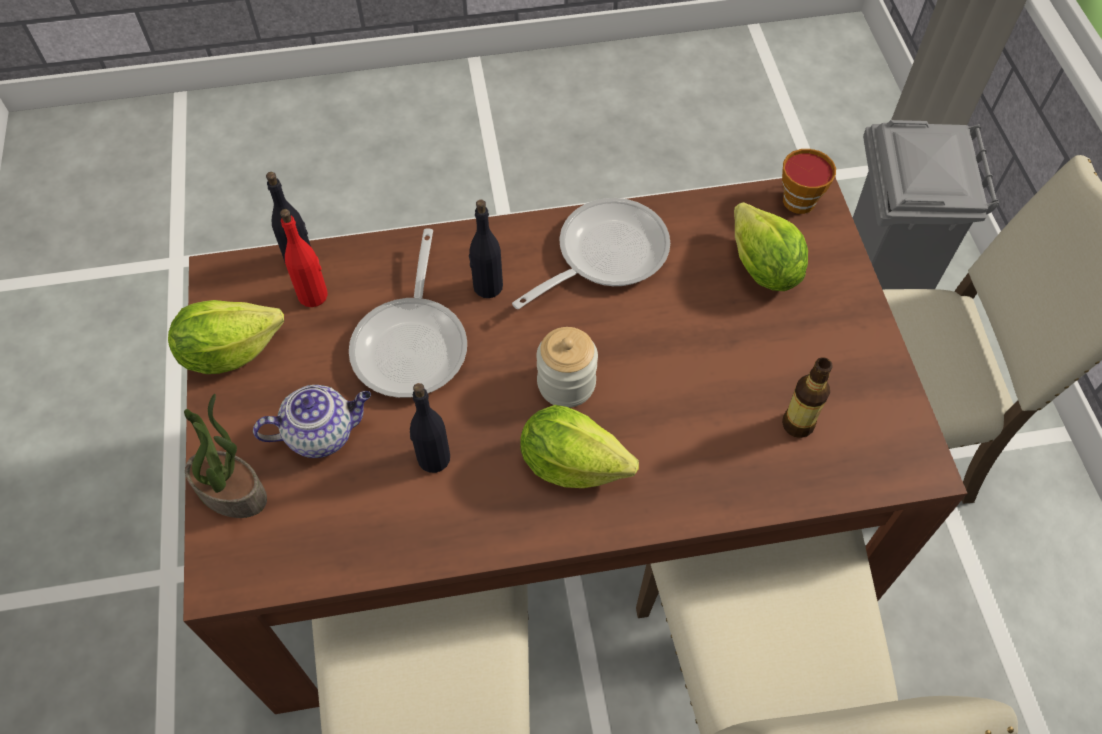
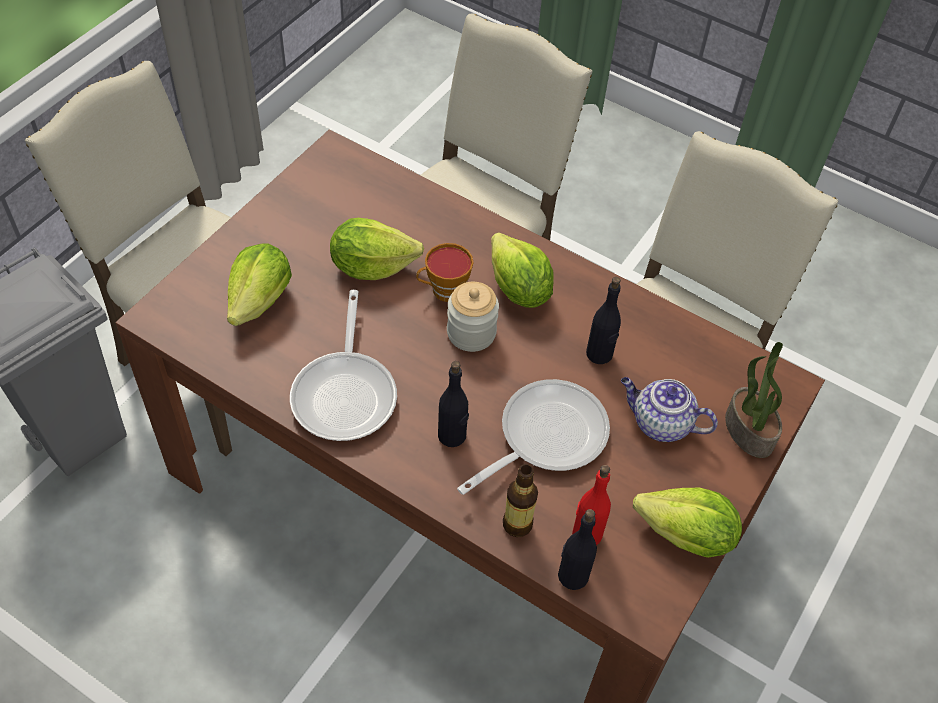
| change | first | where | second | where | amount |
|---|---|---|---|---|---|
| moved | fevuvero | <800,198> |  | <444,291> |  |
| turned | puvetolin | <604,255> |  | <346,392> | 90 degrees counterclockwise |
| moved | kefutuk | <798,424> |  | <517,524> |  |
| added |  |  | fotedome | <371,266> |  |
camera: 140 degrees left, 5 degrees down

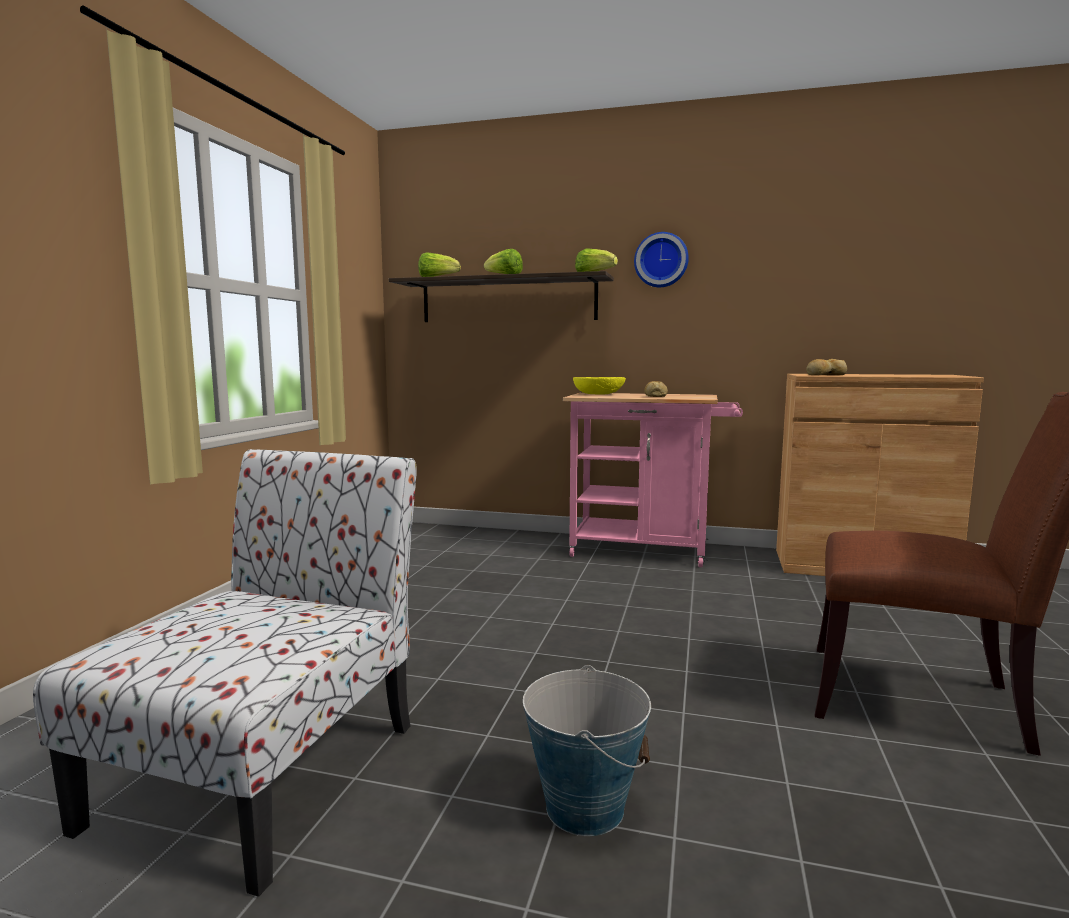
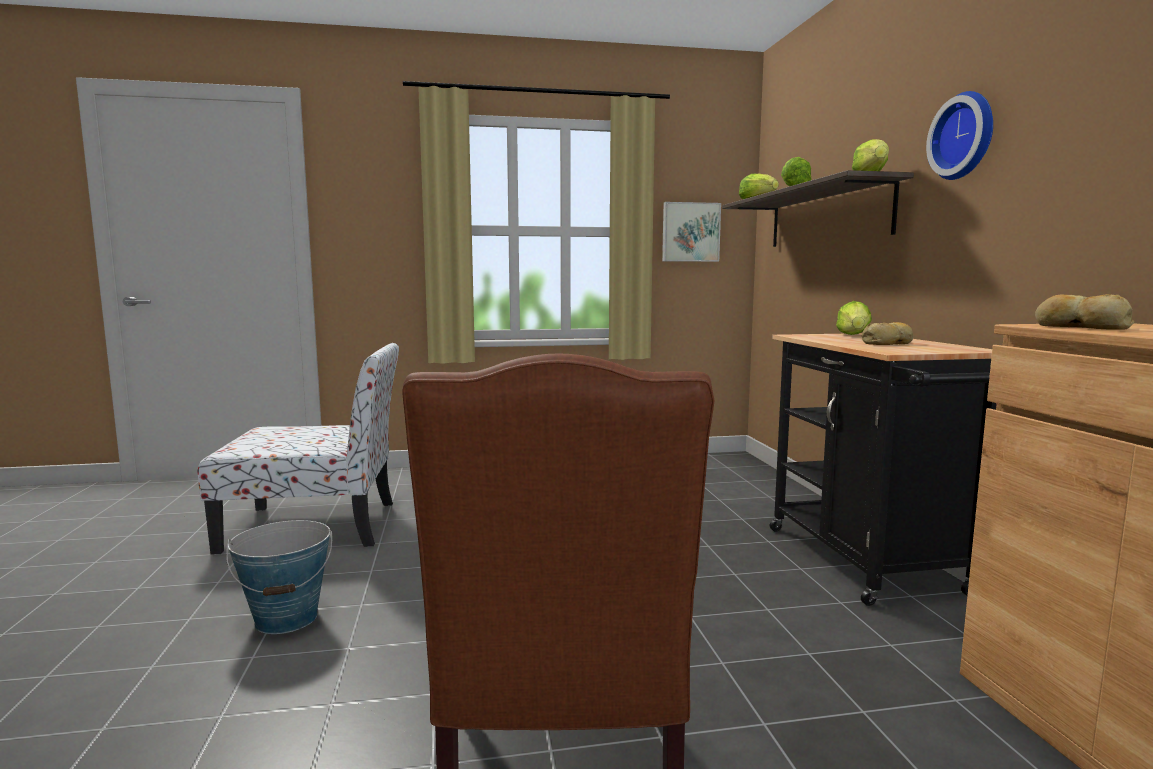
| change | first | where | second | where | amount |
|---|---|---|---|---|---|
| replaced | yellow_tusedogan | <599,394> | fotedome | <854,336> |  |
| recoloured | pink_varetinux | <649,551> | black_varetinux | <872,565> |  |
| added |  |  | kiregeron | <690,232> |  |
camera: 65 degrees right, 0 degrees up

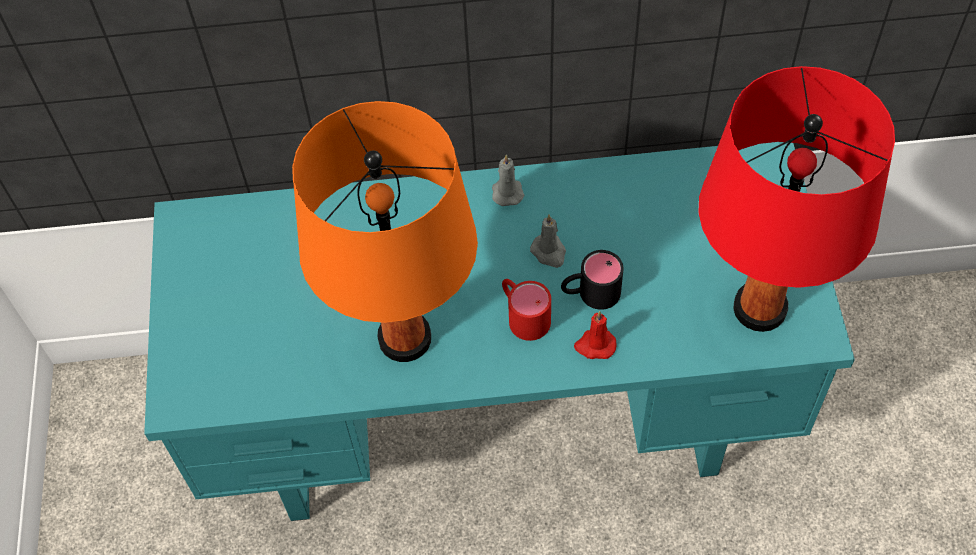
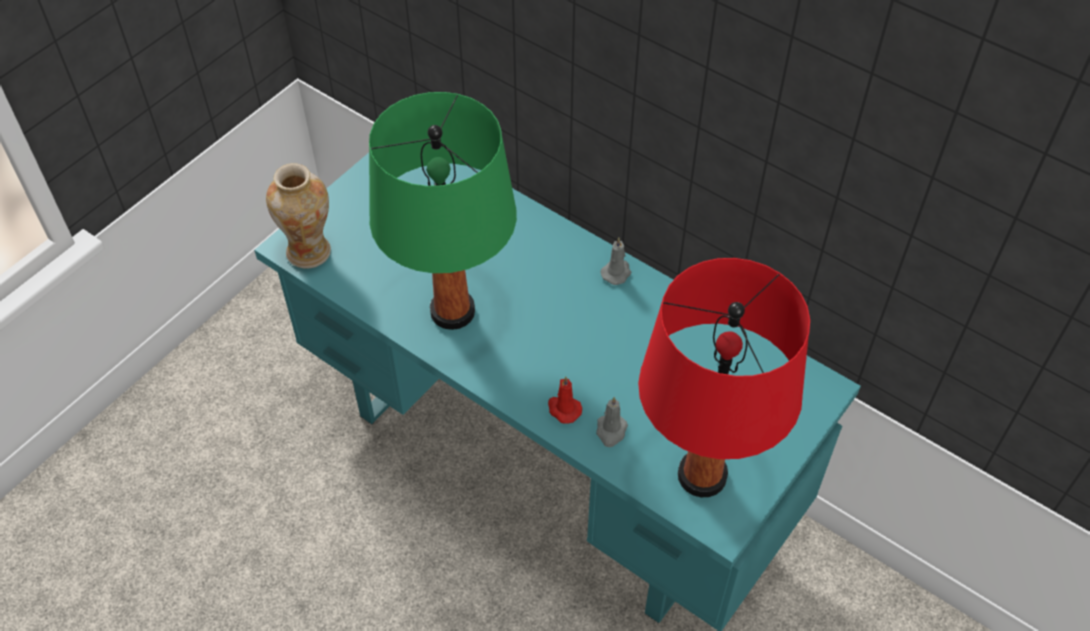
| change | first | where | second | where | amount |
|---|---|---|---|---|---|
| recoloured | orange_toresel | <405,339> | green_toresel | <453,312> |  |
| moved | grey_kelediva | <549,252> |  | <611,431> |  |
| removed | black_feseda | <590,293> |  |  |  |
| removed | red_feseda | <523,315> |  |  |  |
| added |  |  | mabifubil | <309,252> |  |
camera: 40 degrees right, 5 degrees down

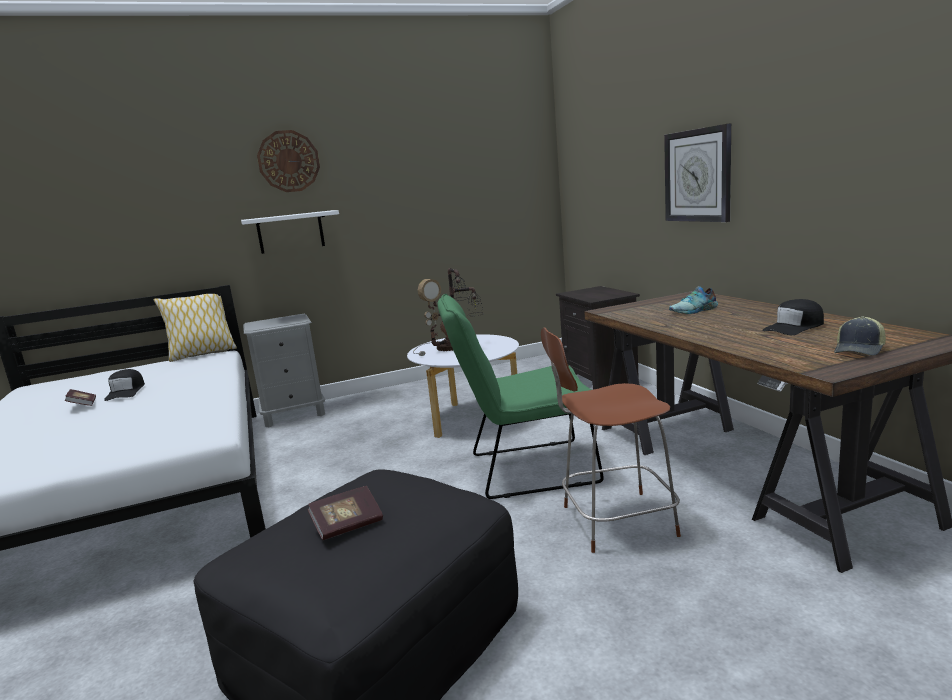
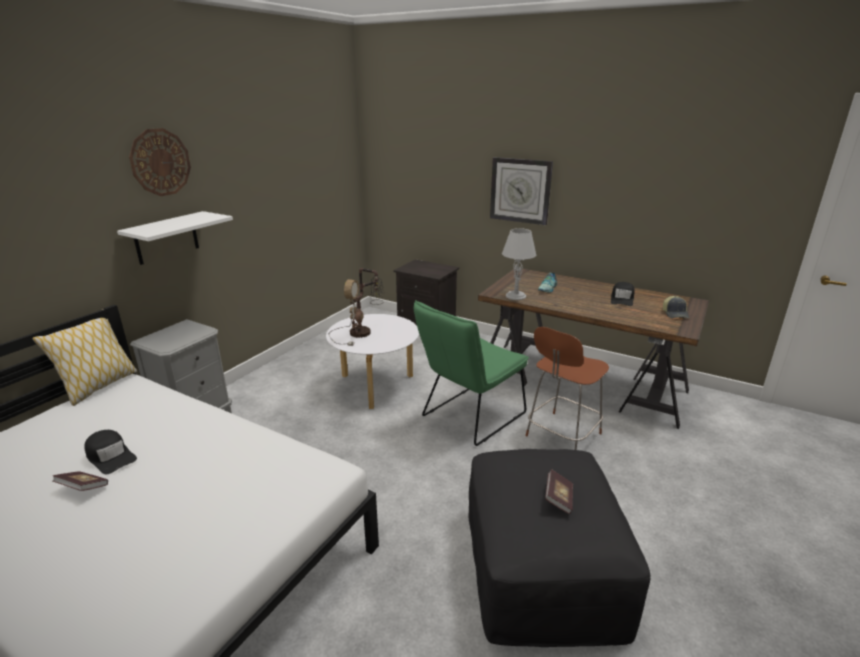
| change | first | where | second | where | amount |
|---|---|---|---|---|---|
| added |  |  | grey_toresel | <516,296> |  |
camera: 40 degrees left, 10 degrees up

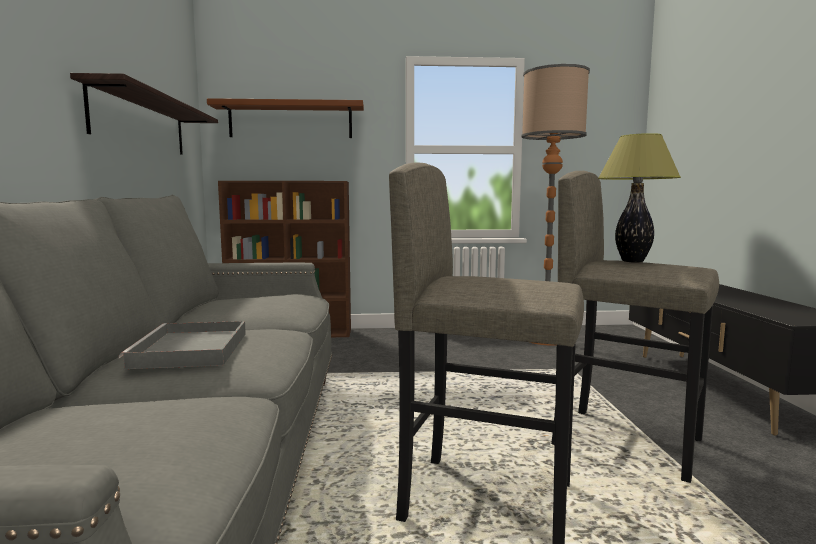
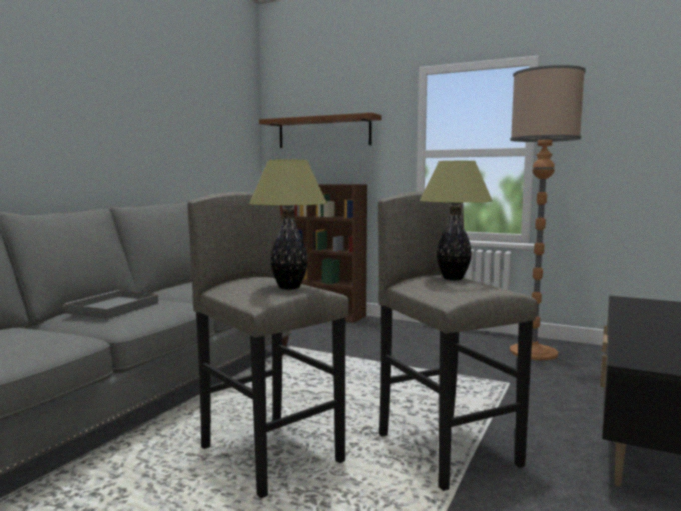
| change | first | where | second | where | amount |
|---|---|---|---|---|---|
| removed | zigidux | <141,123> |  |  |  |
| added |  |  | toresel | <289,287> |  |
camera: 30 degrees right, 0 degrees up

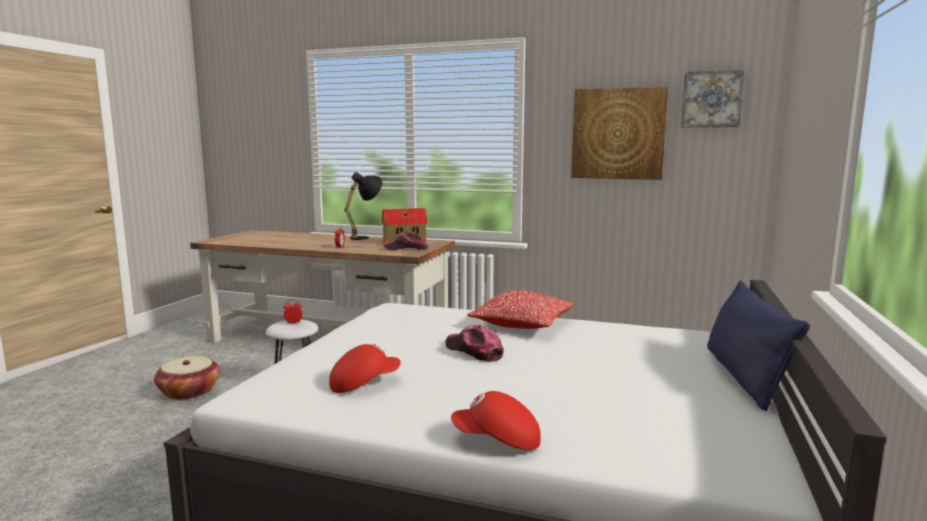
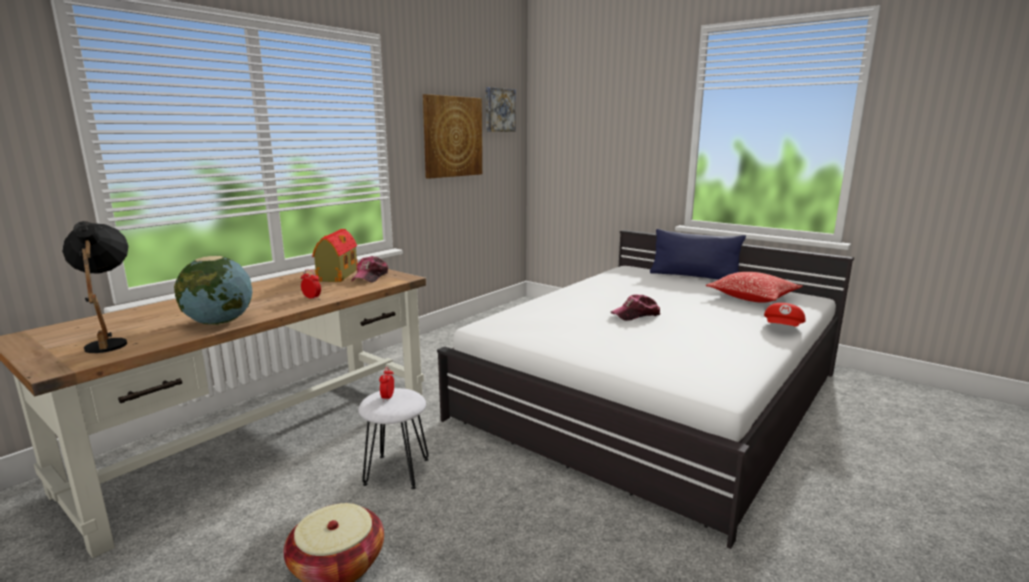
| change | first | where | second | where | amount |
|---|---|---|---|---|---|
| moved | black_toresel | <365,237> |  | <110,341> |  |
| moved | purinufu | <522,324> |  | <752,297> |  |
| removed | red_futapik | <364,383> |  |  |  |
| added |  |  | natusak | <219,322> |  |
camera: 70 degrees left, 5 degrees up

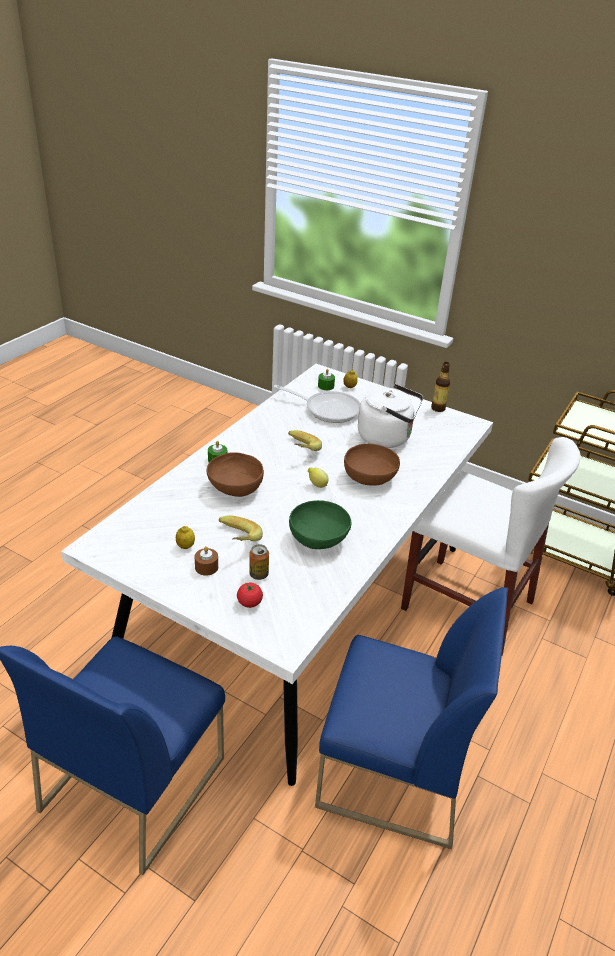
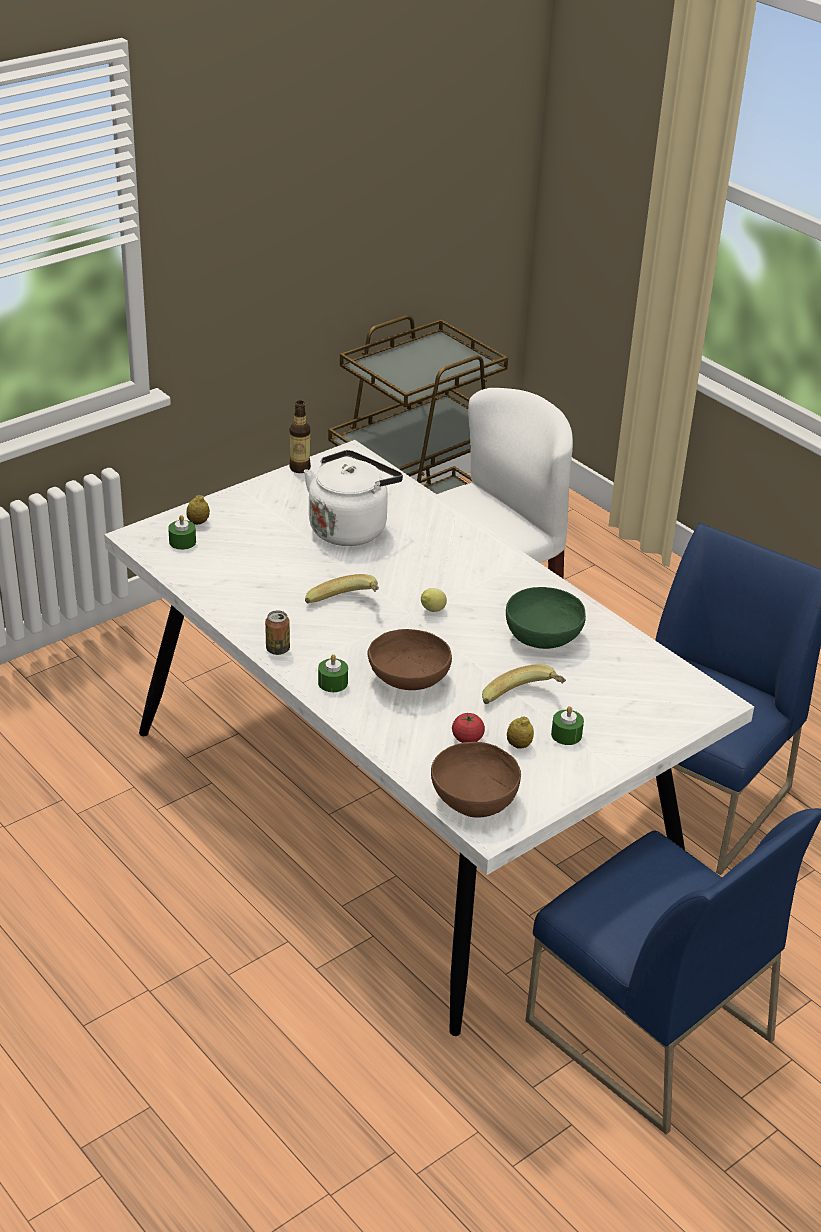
| change | first | where | second | where | amount |
|---|---|---|---|---|---|
| removed | puvetolin | <328,409> |  |  |  |
| moved | brown_tusedogan | <370,477> |  | <473,799> |  |
| moved | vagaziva | <258,574> |  | <277,649> |  |
| recoloured | brown_kelediva | <206,567> | green_kelediva | <566,735> |  |
| moved | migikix | <249,602> |  | <467,738> |  |
camera: 70 degrees left, 0 degrees up

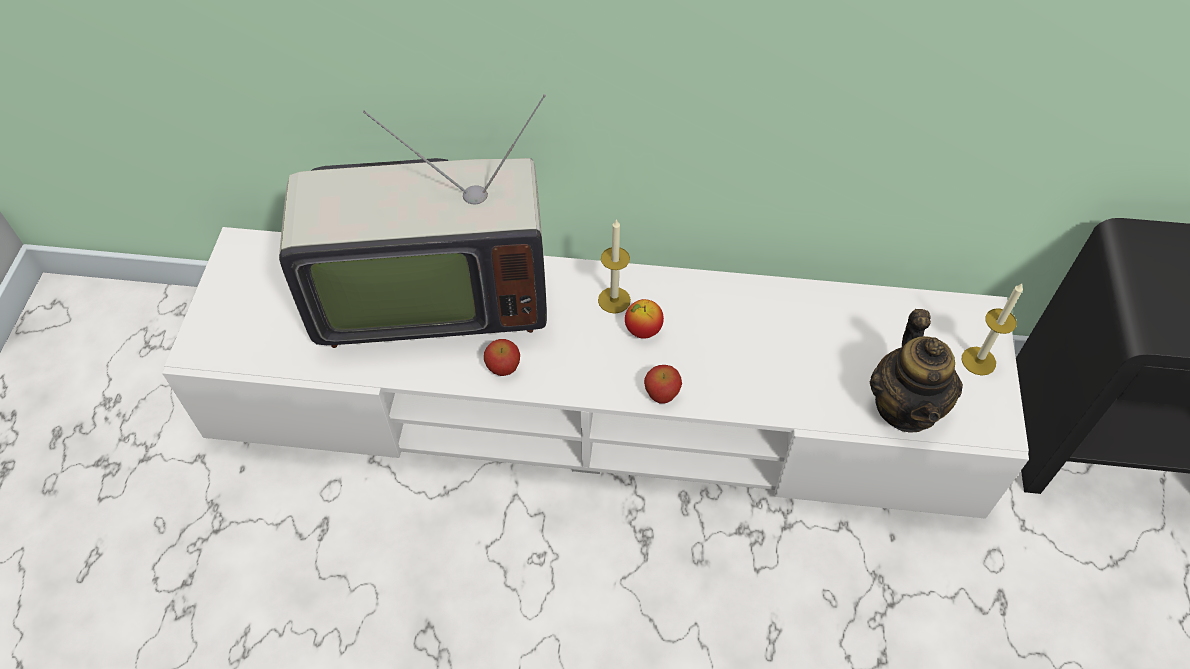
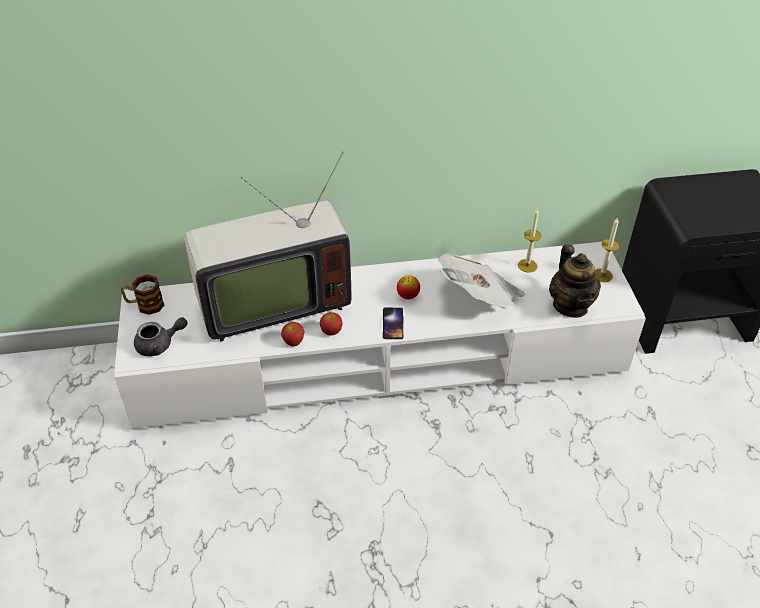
| change | first | where | second | where | amount |
|---|---|---|---|---|---|
| moved | kelediva | <614,300> |  | <527,265> |  |
| moved | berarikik | <662,393> |  | <293,341> |  |
| added |  |  | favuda | <480,298> |  |
| added |  |  | feseda | <145,305> |  |
| added |  |  | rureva | <393,323> |  |
| added |  |  | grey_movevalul | <160,345> |  |
camera: 15 degrees left, 10 degrees down

